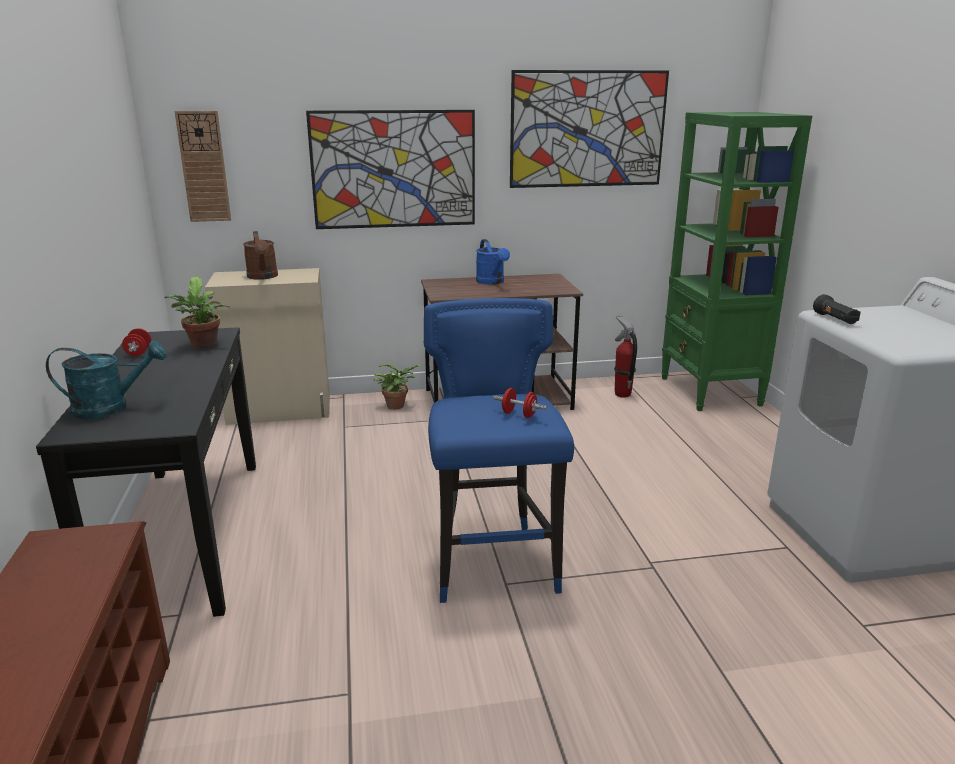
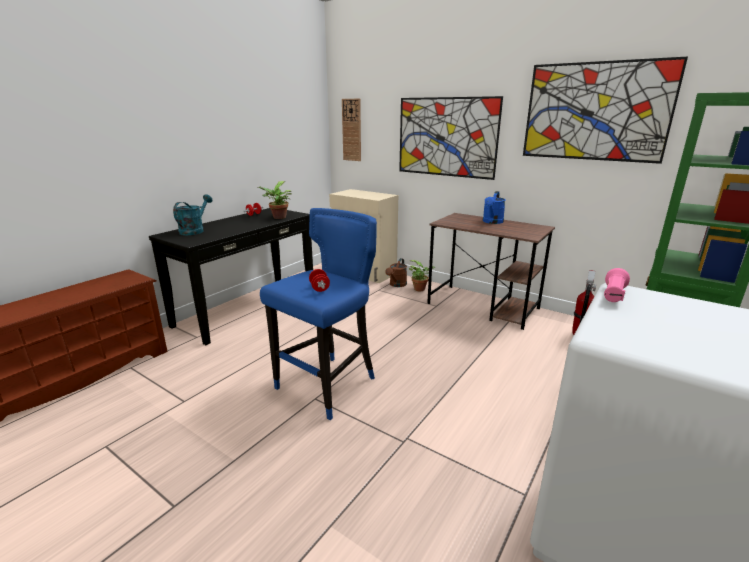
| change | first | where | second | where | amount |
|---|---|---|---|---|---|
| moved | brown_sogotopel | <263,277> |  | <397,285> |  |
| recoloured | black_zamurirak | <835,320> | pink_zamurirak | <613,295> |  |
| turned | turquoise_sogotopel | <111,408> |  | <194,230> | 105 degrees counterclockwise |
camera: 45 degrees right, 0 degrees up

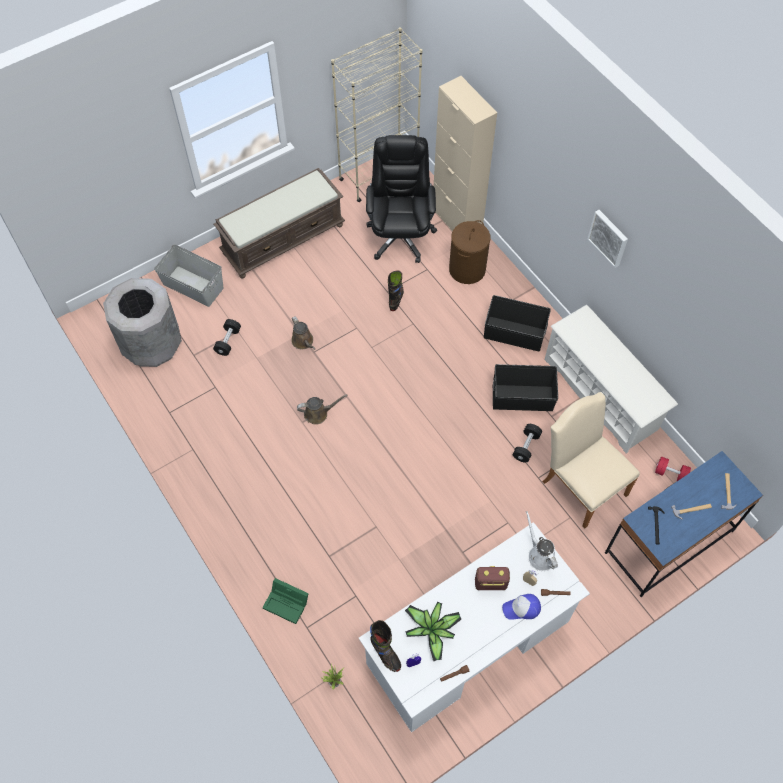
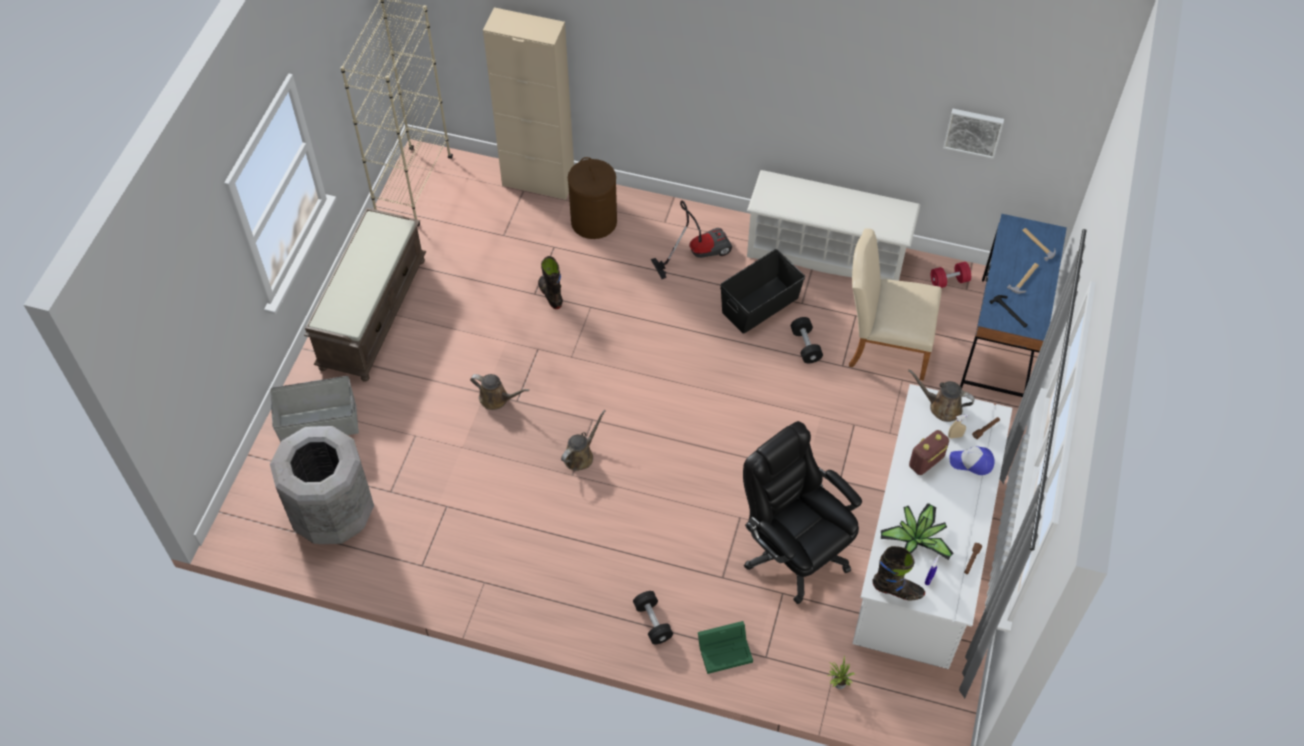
| change | first | where | second | where | amount |
|---|---|---|---|---|---|
| moved | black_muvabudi | <400,235> |  | <794,551> |  |
| moved | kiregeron | <609,237> |  | <973,131> |  |
| replaced | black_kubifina | <514,334> | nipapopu | <697,252> |  |
| moved | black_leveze | <228,341> |  | <652,622> |  |
| recoloured | white_sogotopel | <539,555> | brown_sogotopel | <942,407> |  |
| turned | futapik | <522,608> |  | <971,462> | 60 degrees clockwise |
camera: 40 degrees left, 5 degrees down

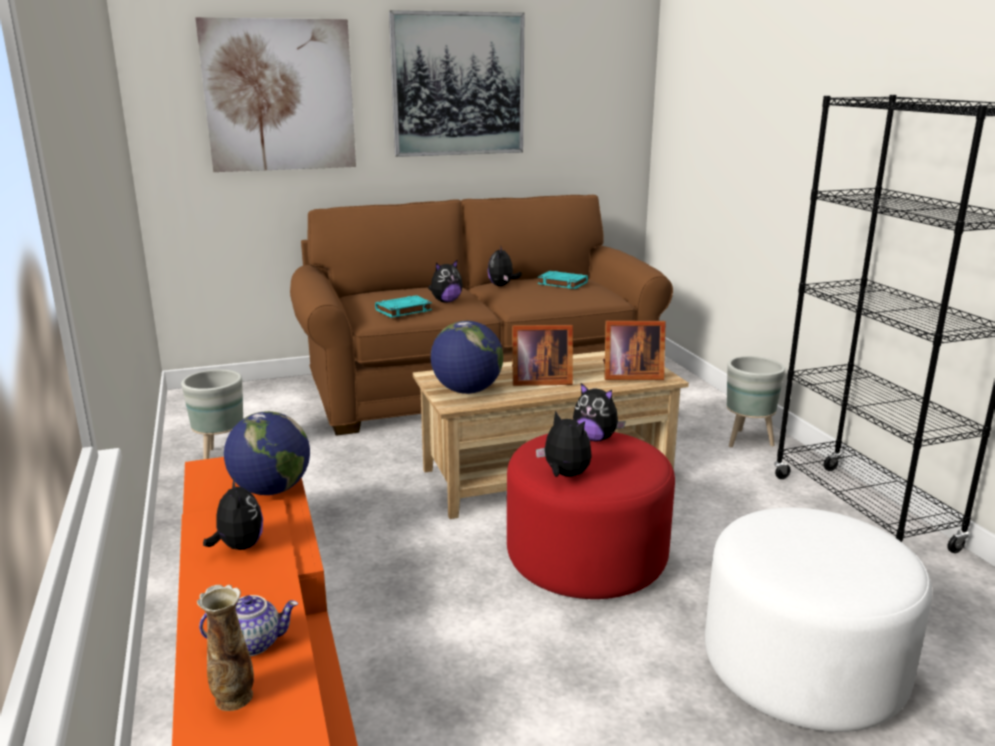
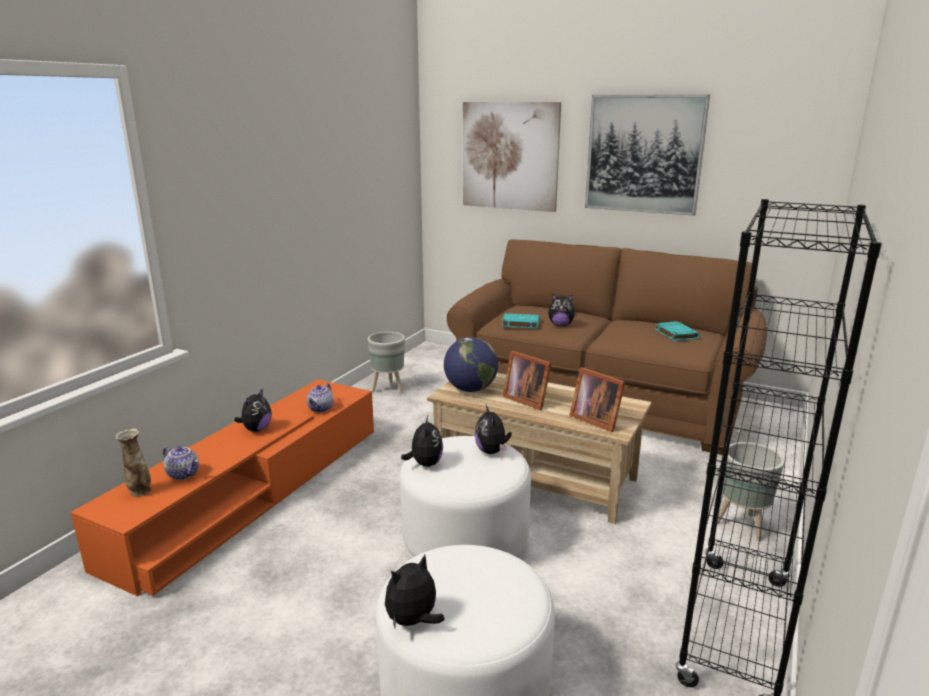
| change | first | where | second | where | amount |
|---|---|---|---|---|---|
| moved | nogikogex | <502,285> |  | <413,621> |  |
| replaced | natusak | <271,490> | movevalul | <321,409> |  |
| recoloured | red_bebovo | <586,558> | white_bebovo | <465,538> |  |
camera: 45 degrees right, 0 degrees up

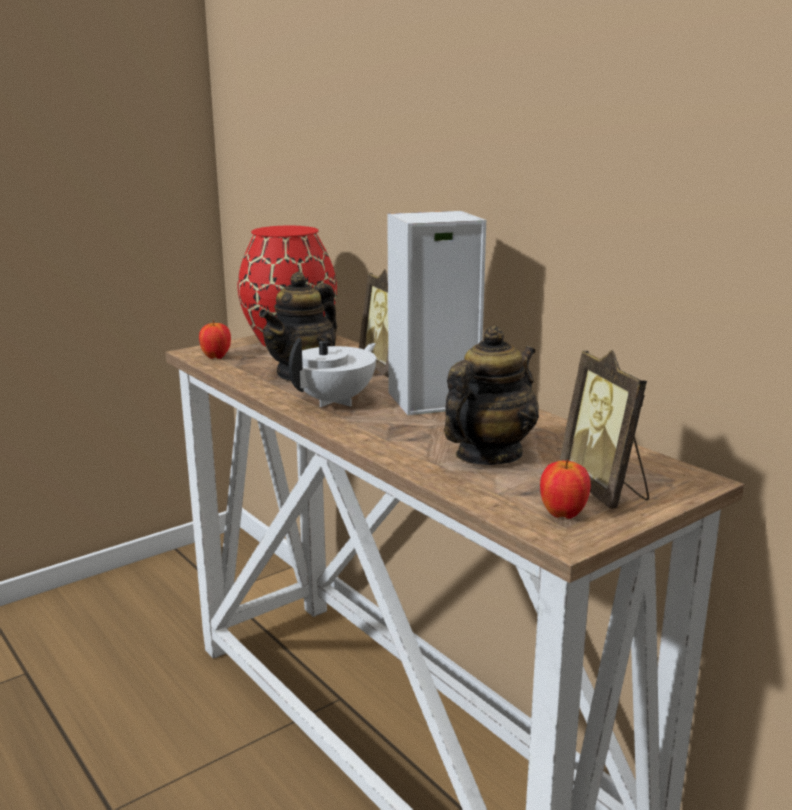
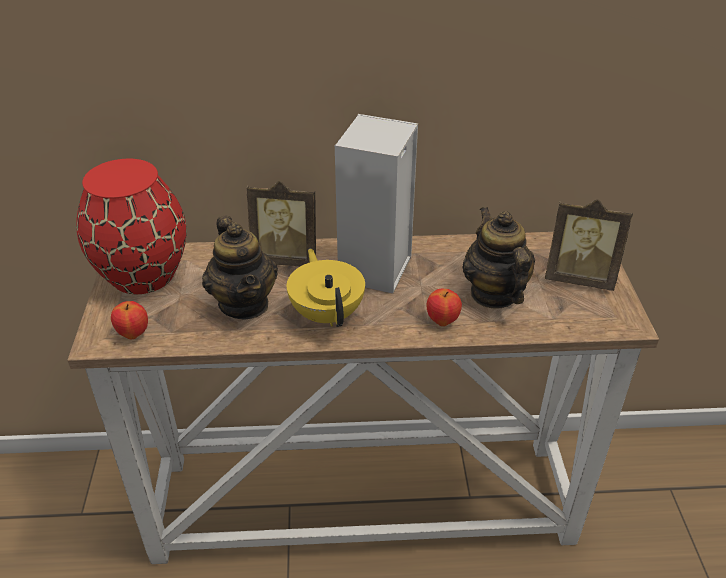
| change | first | where | second | where | amount |
|---|---|---|---|---|---|
| recoloured | white_movevalul | <335,401> | yellow_movevalul | <327,313> |  |
| moved | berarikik | <563,514> |  | <442,321> |  |
camera: 55 degrees left, 20 degrees up

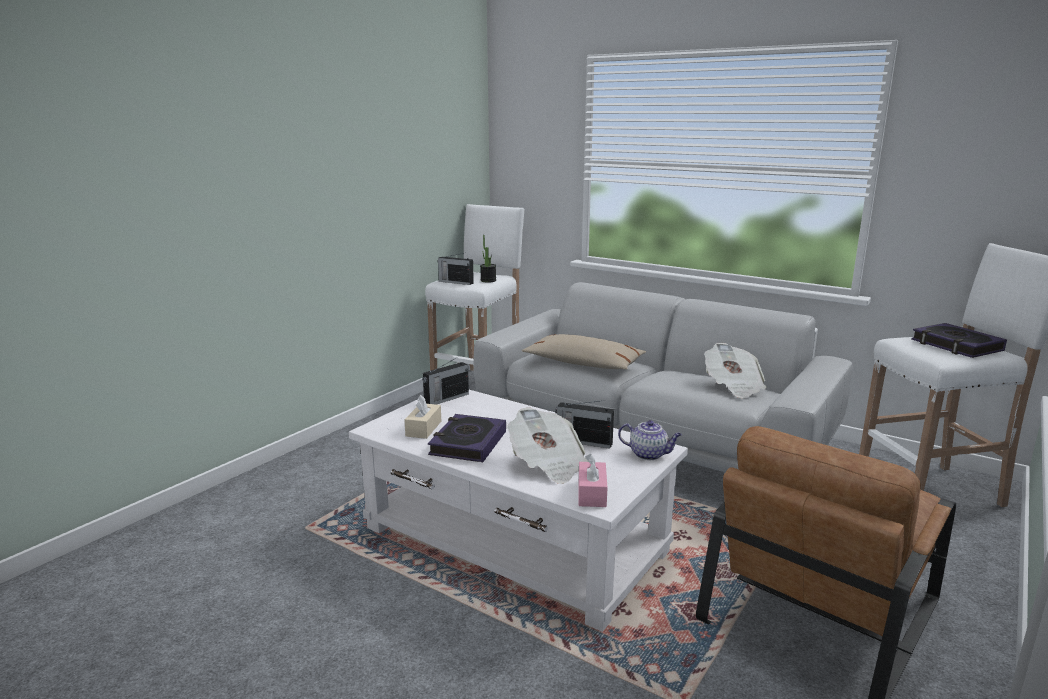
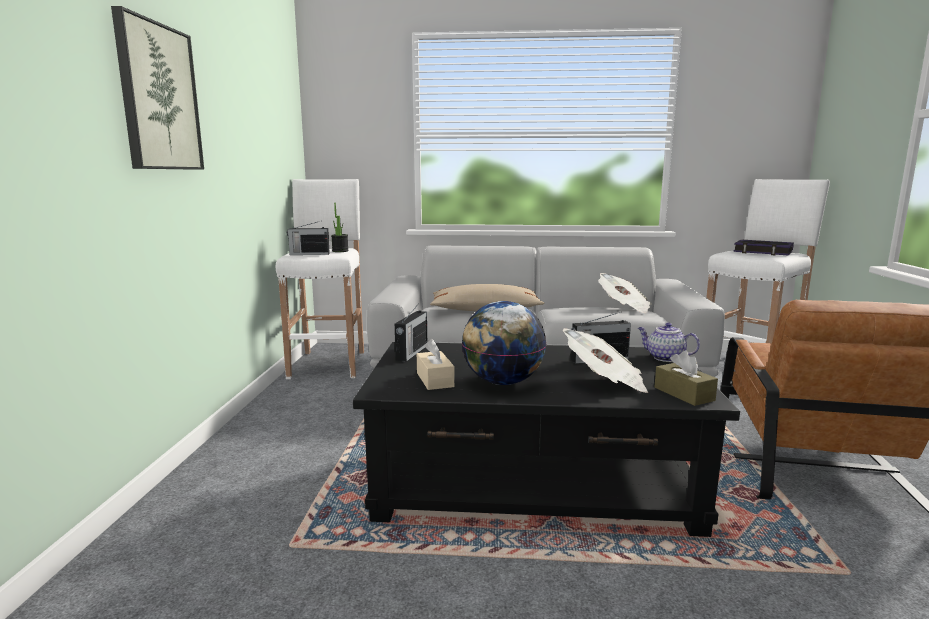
| change | first | where | second | where | amount |
|---|---|---|---|---|---|
| recoloured | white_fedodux | <514,541> | black_fedodux | <534,485> |  |
| replaced | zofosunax | <468,443> | natusak | <502,382> |  |
| turned | movevalul | <649,454> |  | <664,358> | 135 degrees counterclockwise |
| recoloured | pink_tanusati | <592,493> | brown_tanusati | <684,394> |  |
| added |  |  | kiregeron | <158,97> |  |
camera: 30 degrees left, 5 degrees down

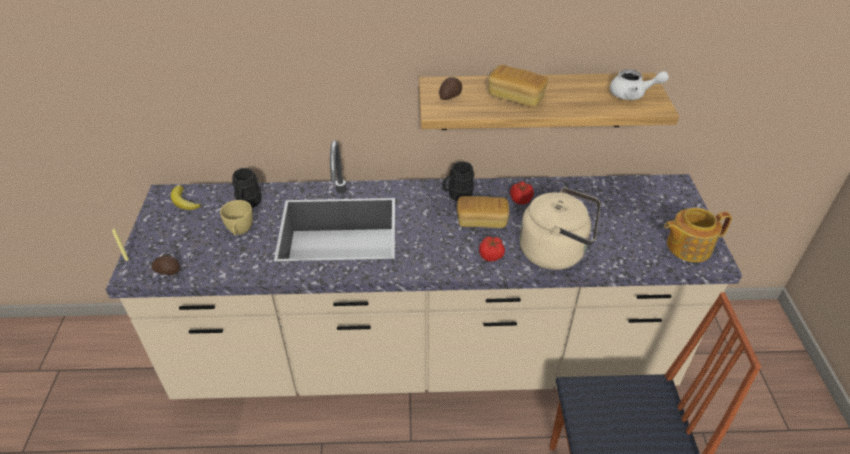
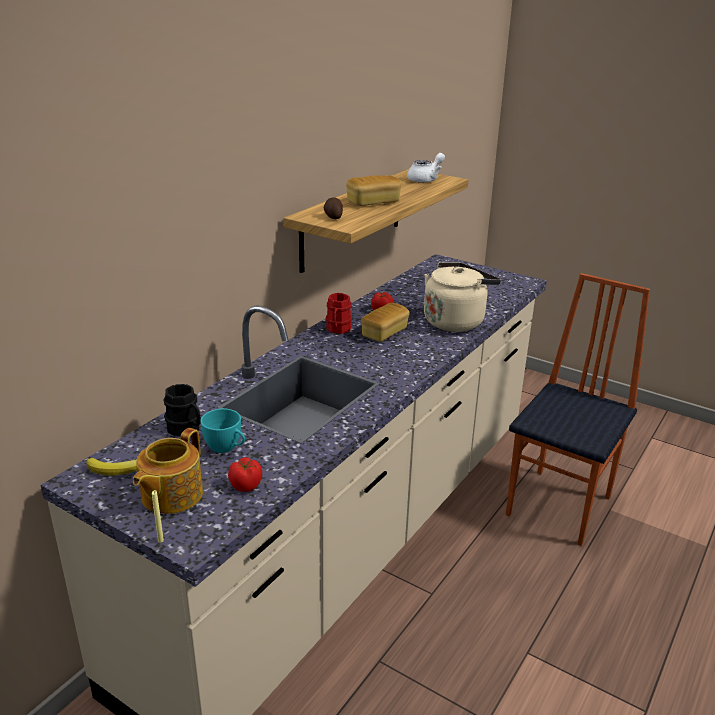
| change | first | where | second | where | amount |
|---|---|---|---|---|---|
| recoloured | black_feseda | <457,194> | red_feseda | <338,330> |  |
| recoloured | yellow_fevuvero | <240,231> | turquoise_fevuvero | <226,448> |  |
| moved | movevalul | <687,246> |  | <170,495> |  |
| moved | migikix | <491,256> |  | <246,485> |  |
| removed | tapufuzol | <168,270> |  |  |  |
camera: 55 degrees left, 15 degrees down

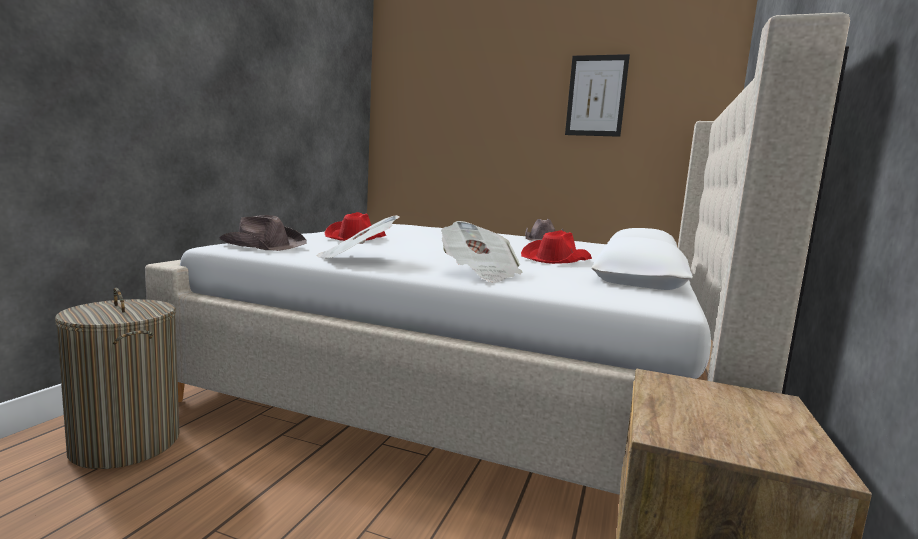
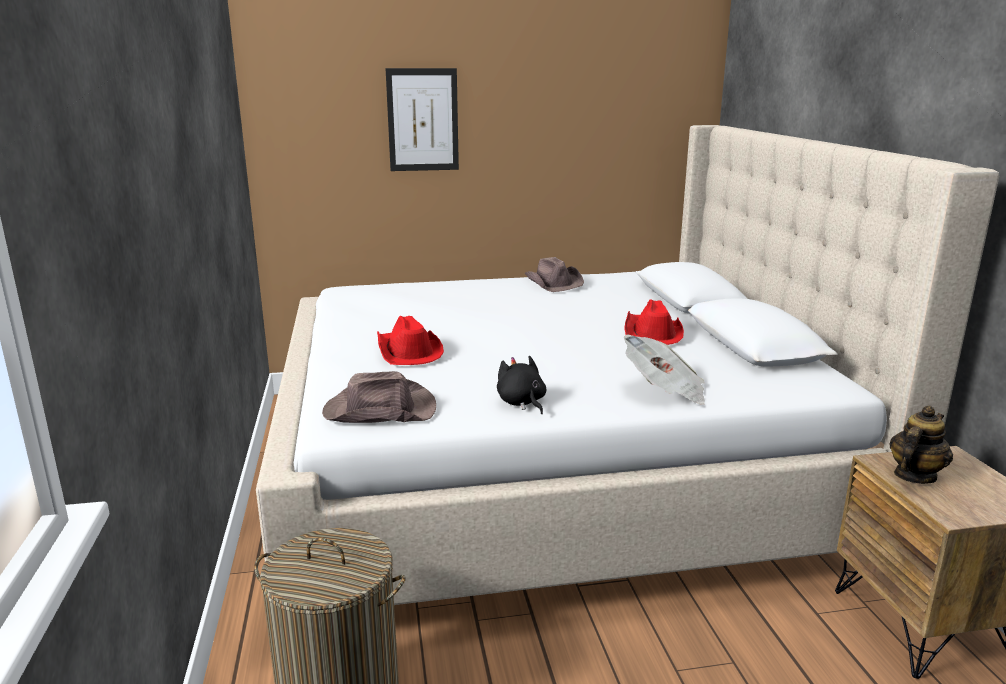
| change | first | where | second | where | amount |
|---|---|---|---|---|---|
| moved | kiregeron | <596,96> |  | <423,120> |  |
| replaced | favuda | <356,258> | black_nogikogex | <522,403> |  |
| added |  |  | movevalul | <914,475> |  |
camera: 30 degrees left, 10 degrees up

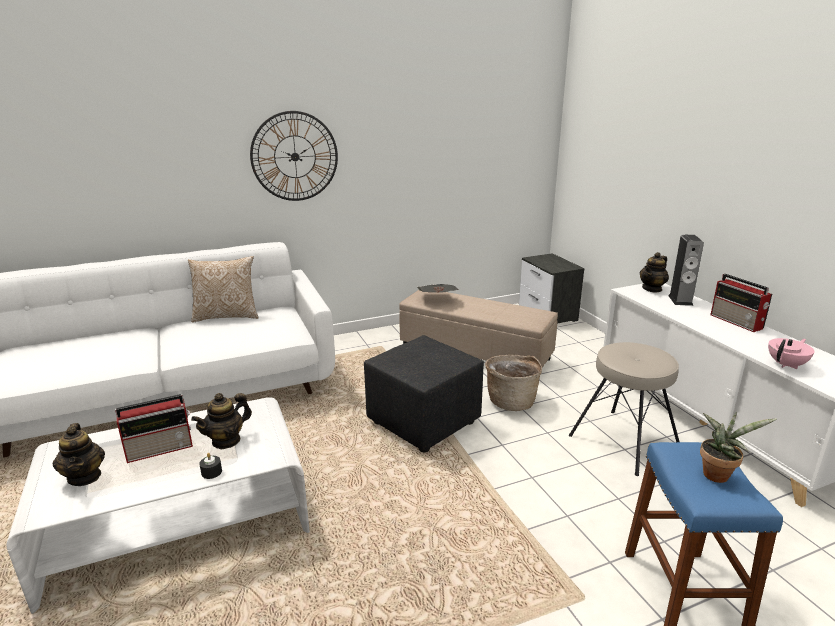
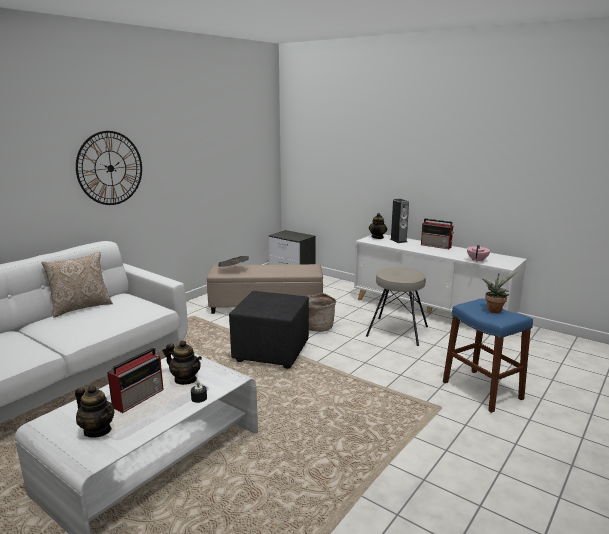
| change | first | where | second | where | amount |
|---|---|---|---|---|---|
| turned | movevalul | <226,440> |  | <185,379> | 75 degrees counterclockwise |
camera: 30 degrees left, 5 degrees down

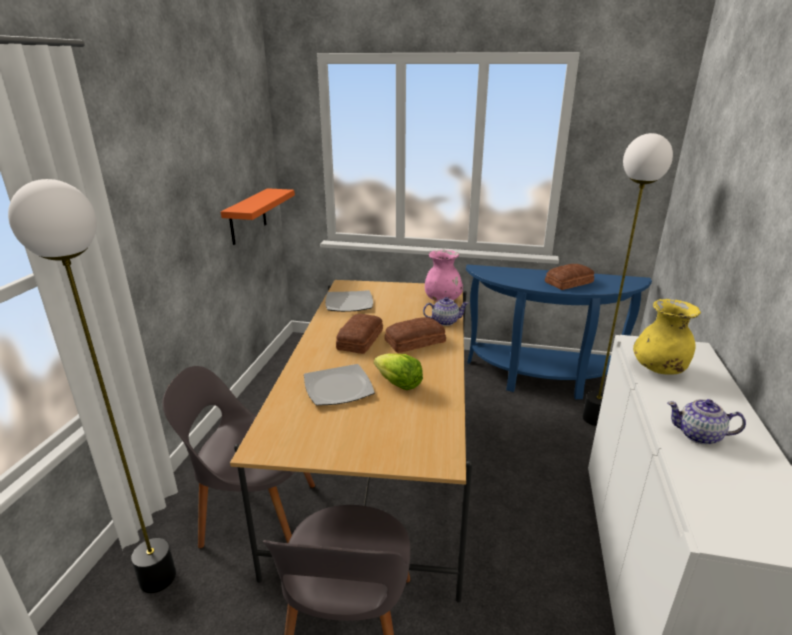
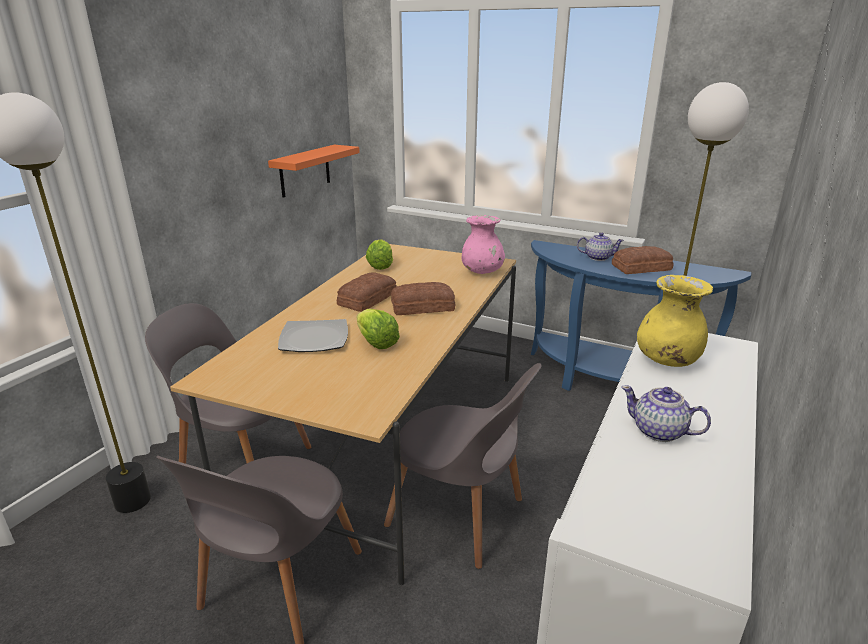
| change | first | where | second | where | amount |
|---|---|---|---|---|---|
| replaced | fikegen | <348,303> | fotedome | <380,265> |  |
| moved | movevalul | <444,321> |  | <597,257> |  |
| added |  |  | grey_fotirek | <460,515> |  |
camera: 15 degrees right, 0 degrees up

